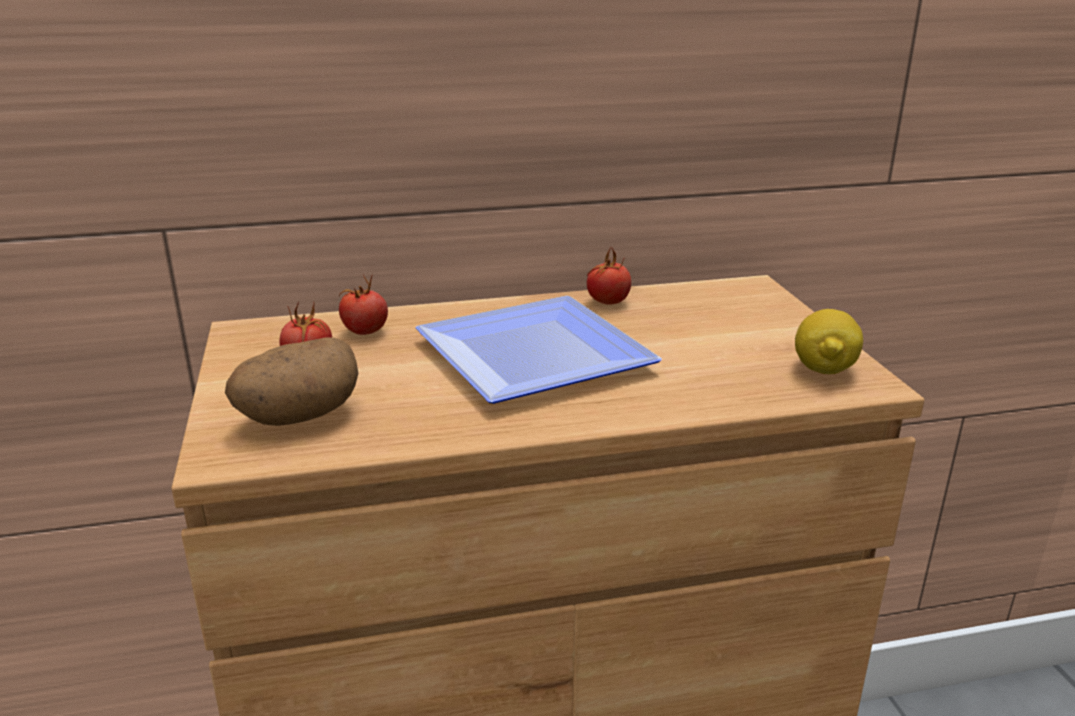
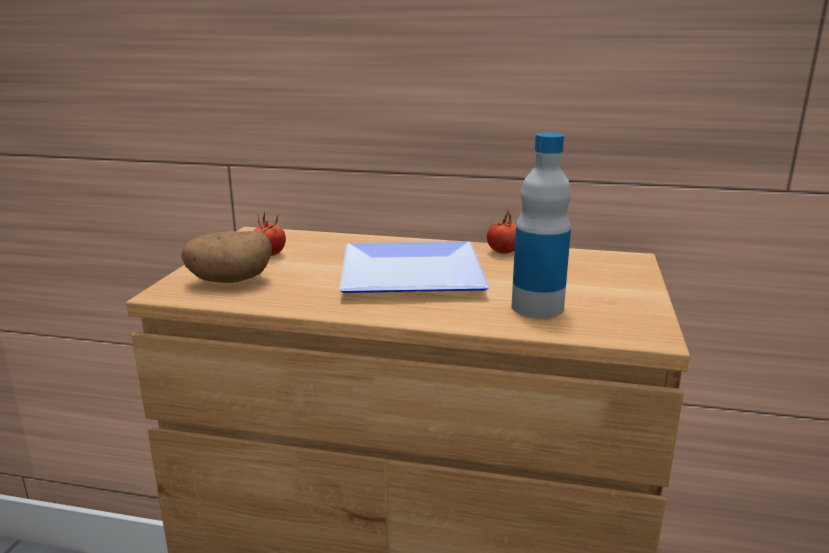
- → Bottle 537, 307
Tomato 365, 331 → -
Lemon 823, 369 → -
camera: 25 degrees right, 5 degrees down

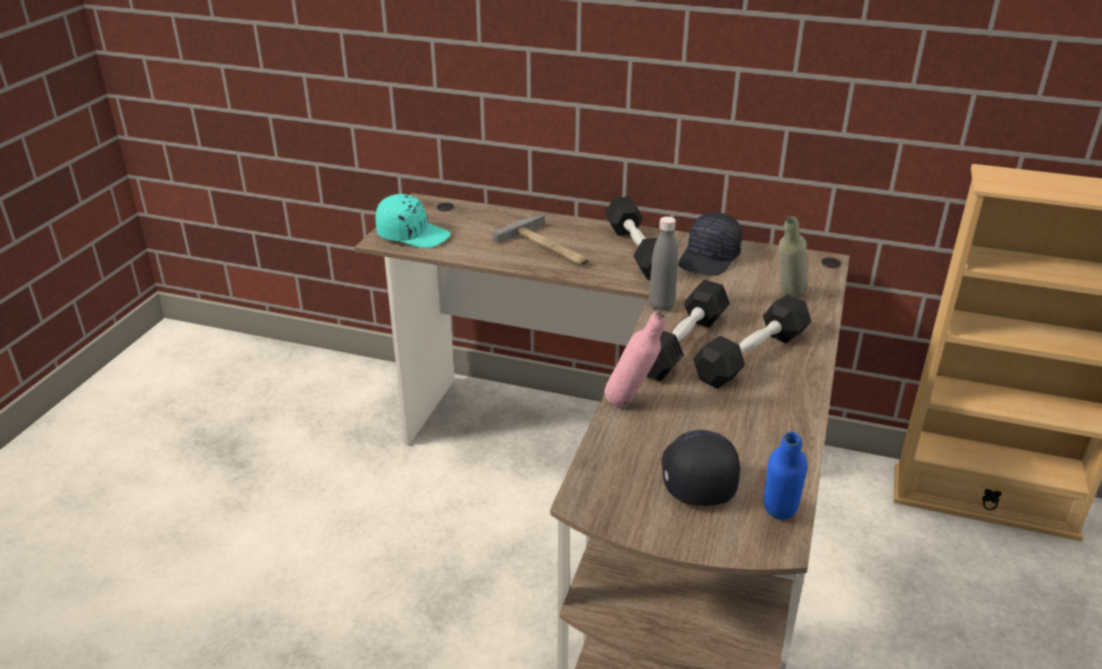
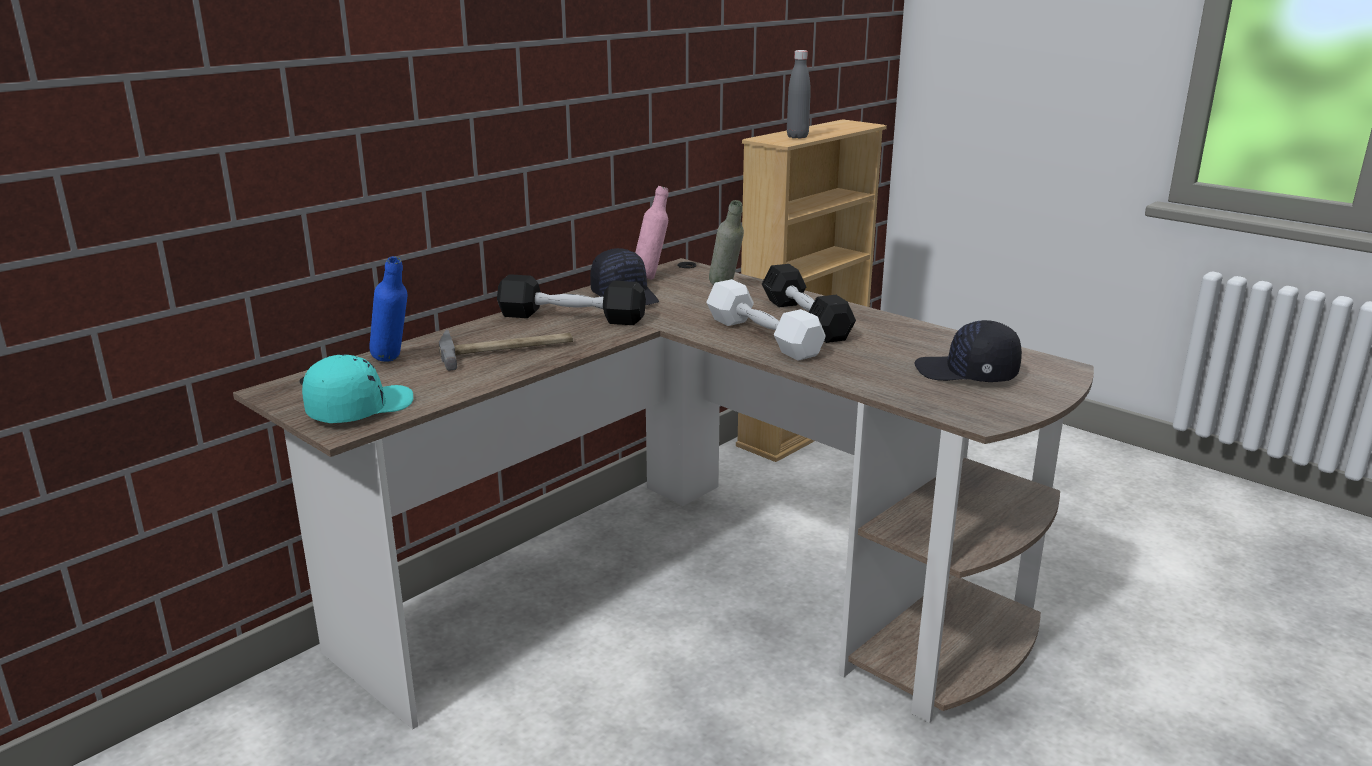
BlueBottle 777, 522 → BlueBottle 394, 362, move
PinkBottle 632, 404 → PinkBottle 651, 277, move
BlackDumbbell 682, 344 → WhiteDumbbell 763, 337
GreyBottle 661, 306 → GreyBottle 797, 137, move
camera: 65 degrees left, 10 degrees down

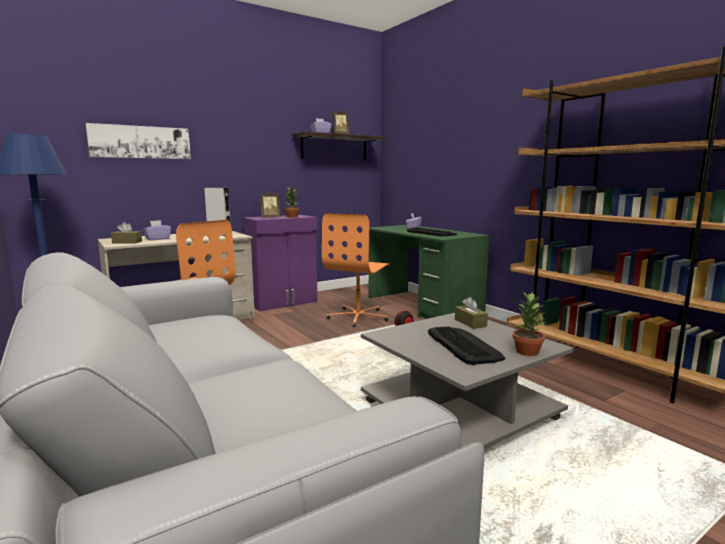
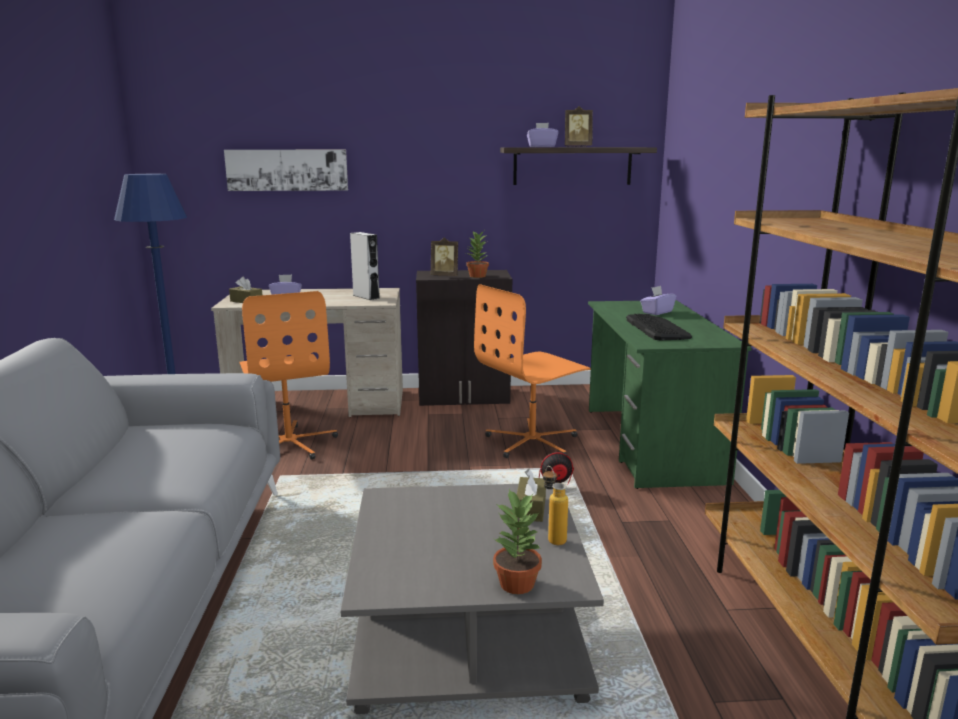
PurpleCabinet 283, 302 → BlackCabinet 464, 397
- → Bottle 553, 537
Keyboard 463, 345 → -
camera: 30 degrees right, 5 degrees up

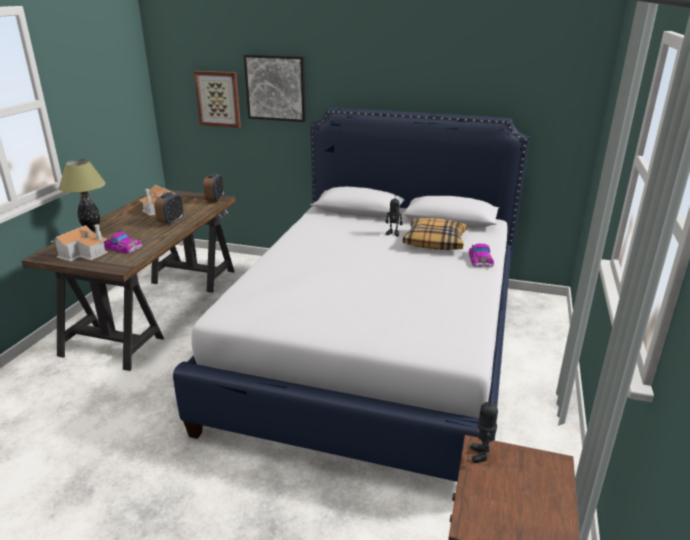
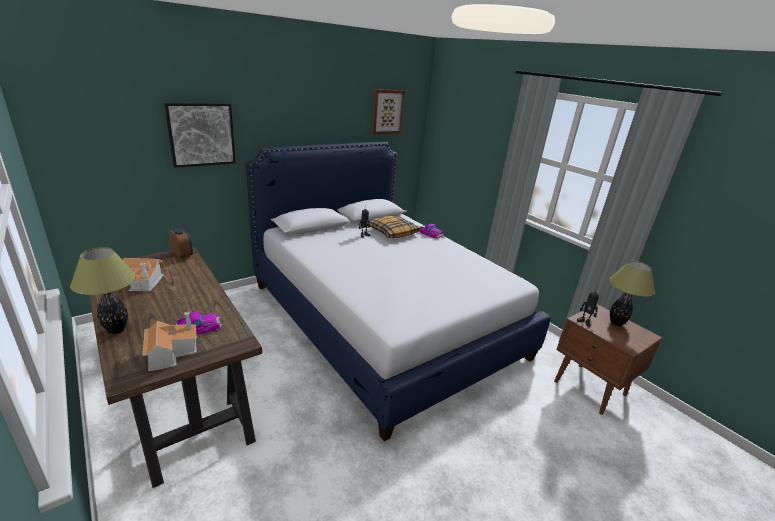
Picture 218, 99 → Picture 387, 112, move
- → TableLamp 616, 323
AlarmClock 171, 221 → -
camera: 55 degrees left, 0 degrees up

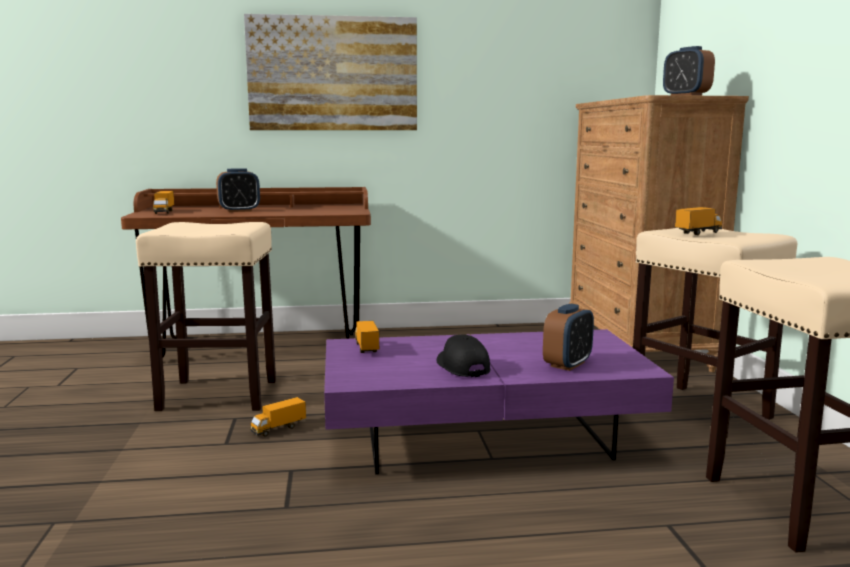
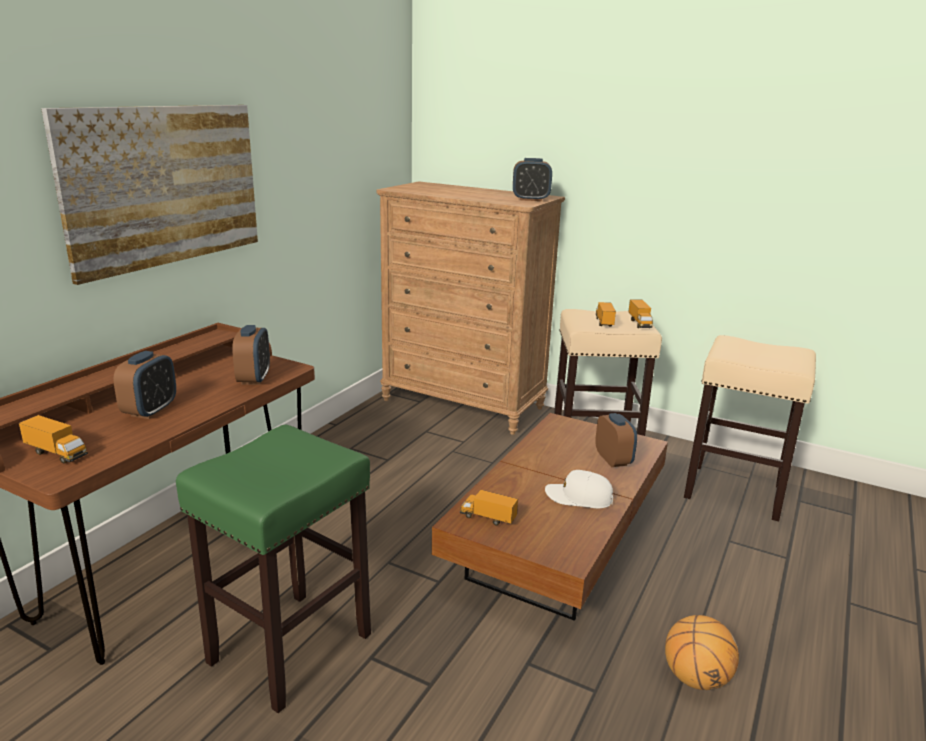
BeigeStool 217, 395 → GreenStool 289, 649
- → AlarmClock 254, 379
PurpleCoffeeTable 483, 439 → BrownCoffeeTable 558, 544
BlackCap 462, 366 → WhiteCap 578, 497
ToyTruck 278, 429 → ToyTruck 639, 323, move
- → Basketball 695, 678
camera: 55 degrees left, 10 degrees up

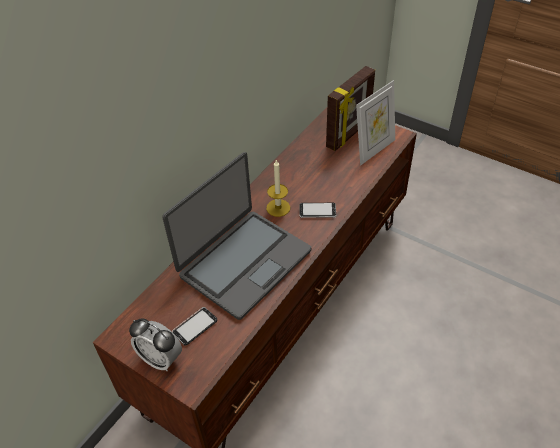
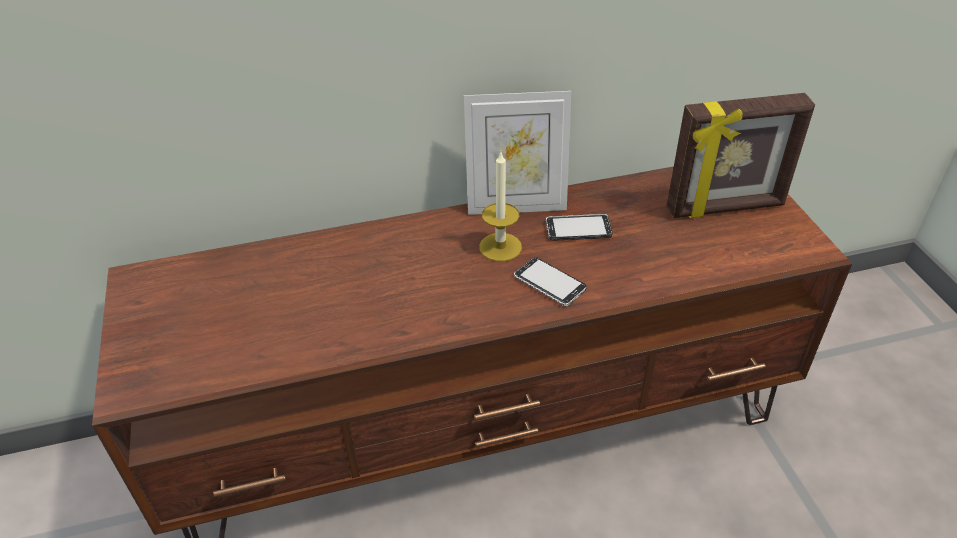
PictureFrame 373, 149 → PictureFrame 516, 206, move
Phone 195, 327 → Phone 578, 229, move
AlarmClock 161, 359 → -
Laptop 244, 262 → -
camera: 40 degrees right, 5 degrees down

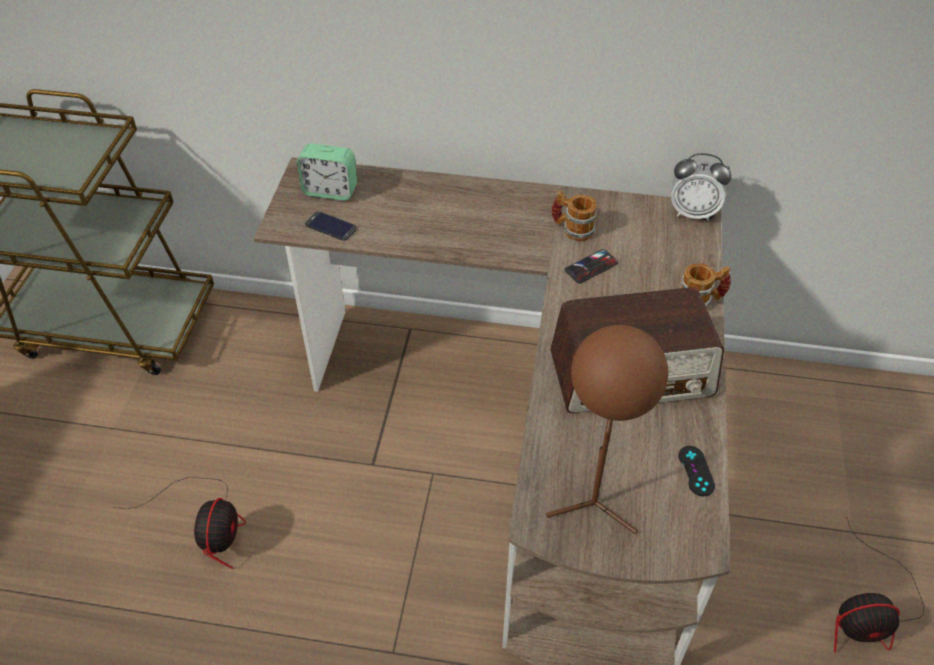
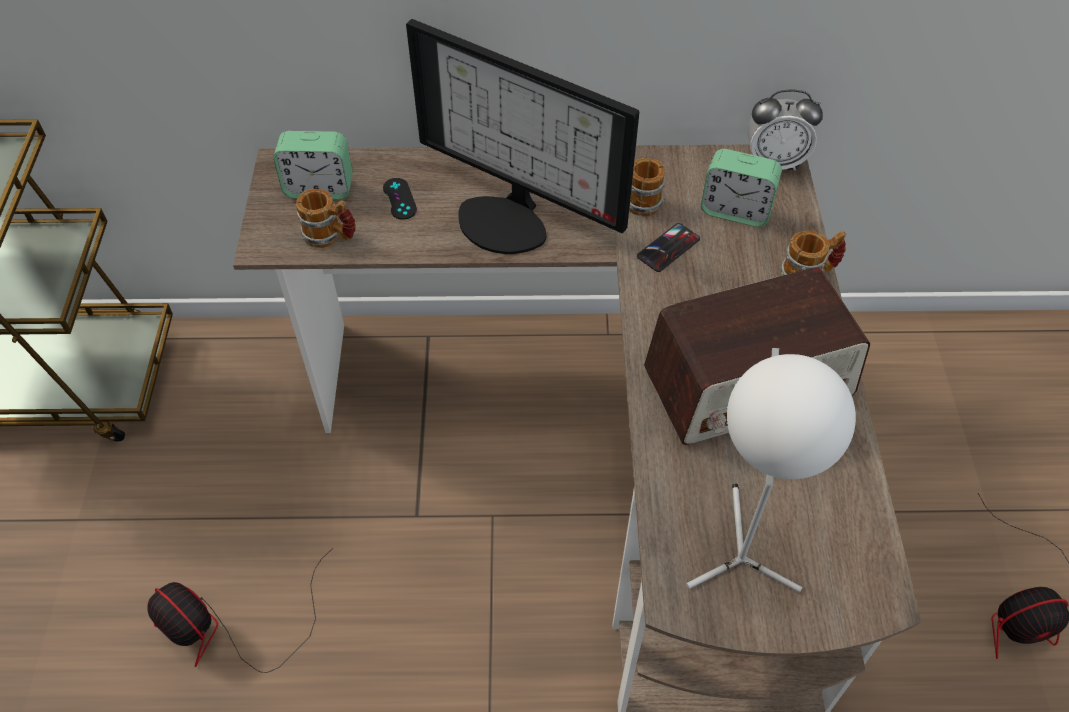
Fan 209, 526 → Fan 228, 628, 135 degrees clockwise
Phone 330, 226 → Mug 330, 236
BlackGameController 696, 471 → BlackGameController 399, 199, move
- → Monitor 508, 219
BrownTableLamp 595, 495 → WhiteTableLamp 739, 549
- → AlarmClock 735, 210
camera: 10 degrees left, 5 degrees up

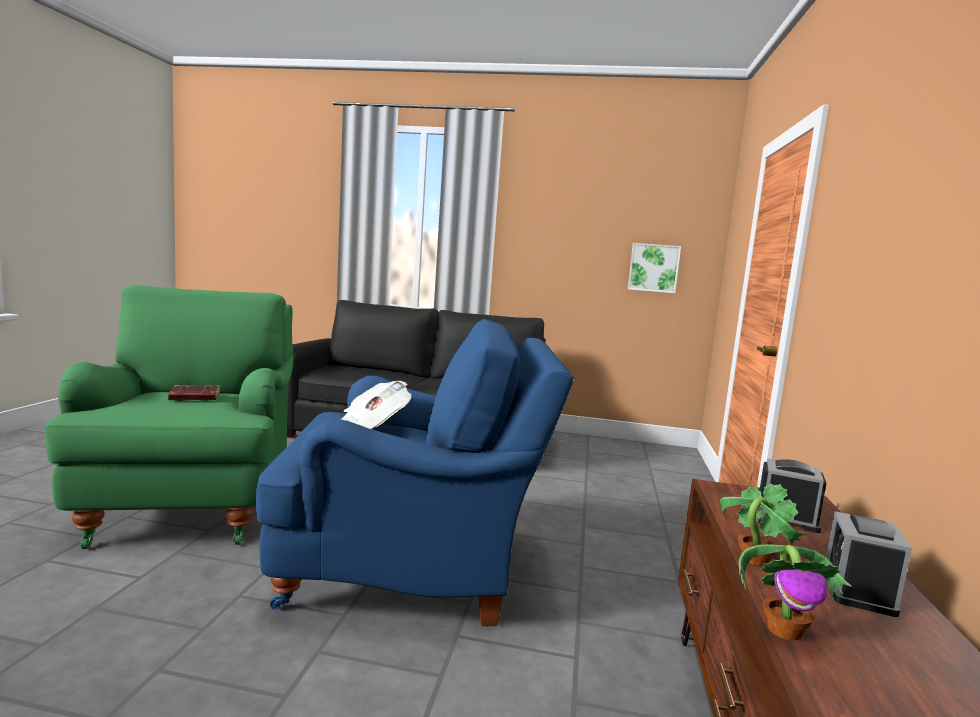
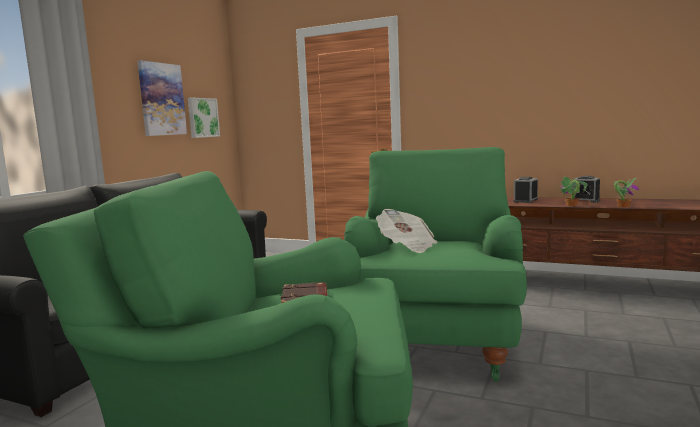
- → Picture 162, 99
BlueArmchair 411, 572 → GreenArmchair 435, 338
camera: 75 degrees left, 0 degrees up

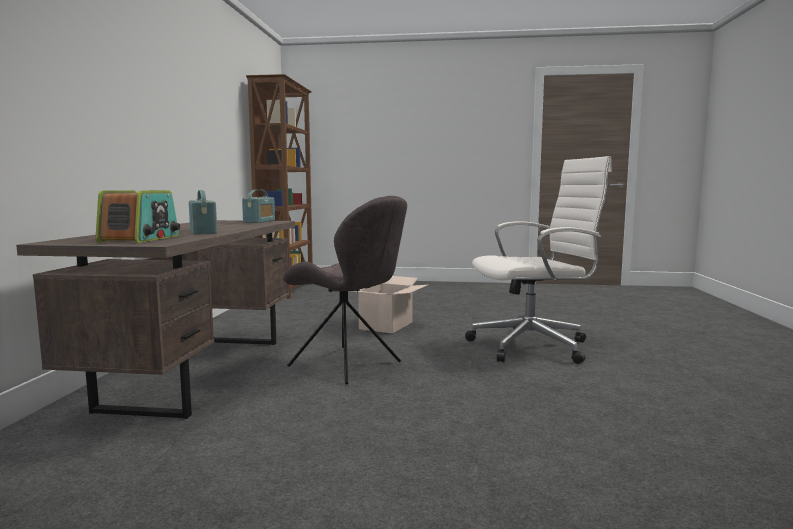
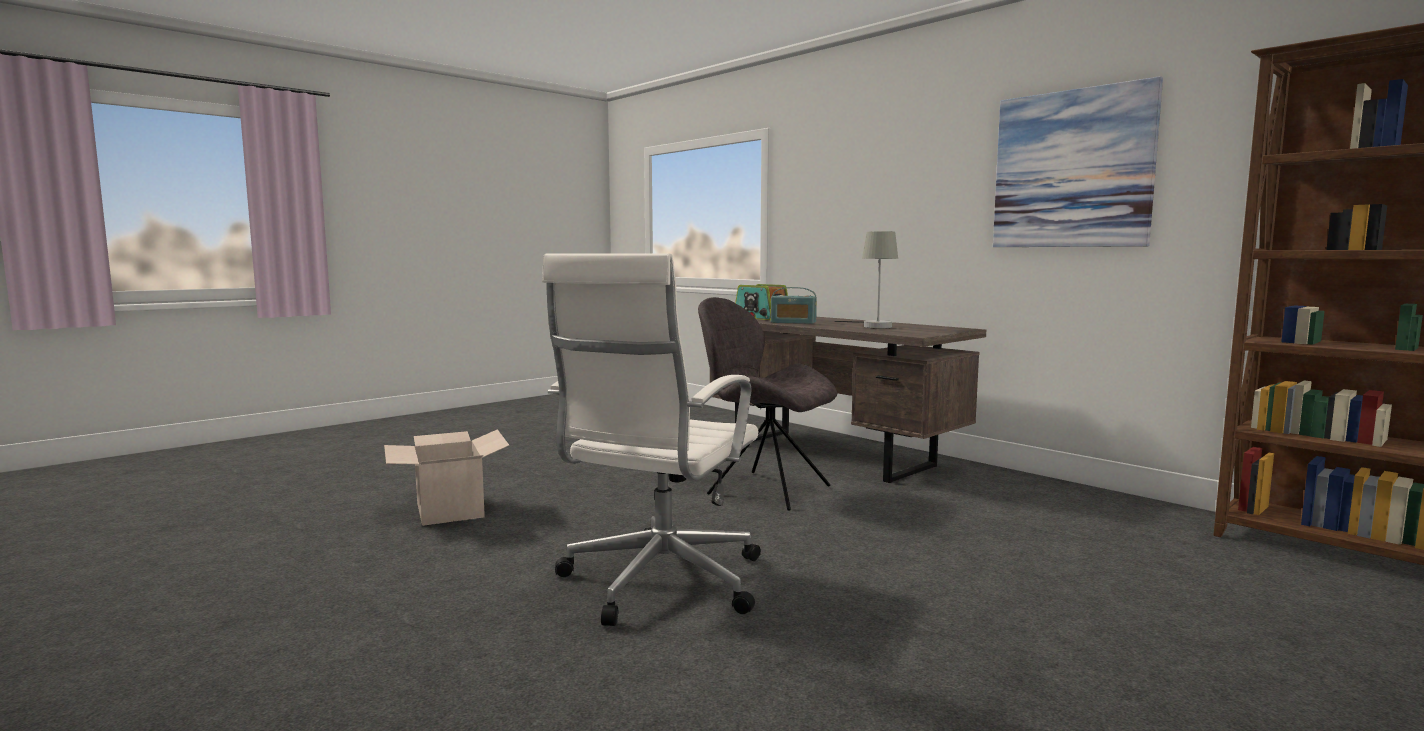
CardboardBox 385, 325 → CardboardBox 450, 510, move
GreyChair 347, 365 → GreyChair 765, 489, 45 degrees clockwise
- → GreyTableLamp 873, 326
- → Picture 1072, 169
Radio 259, 221 → -
camera: 130 degrees right, 0 degrees up

